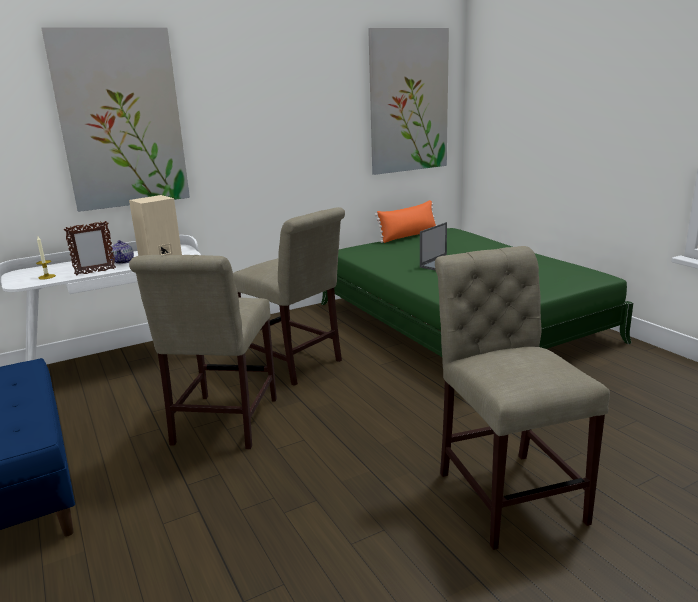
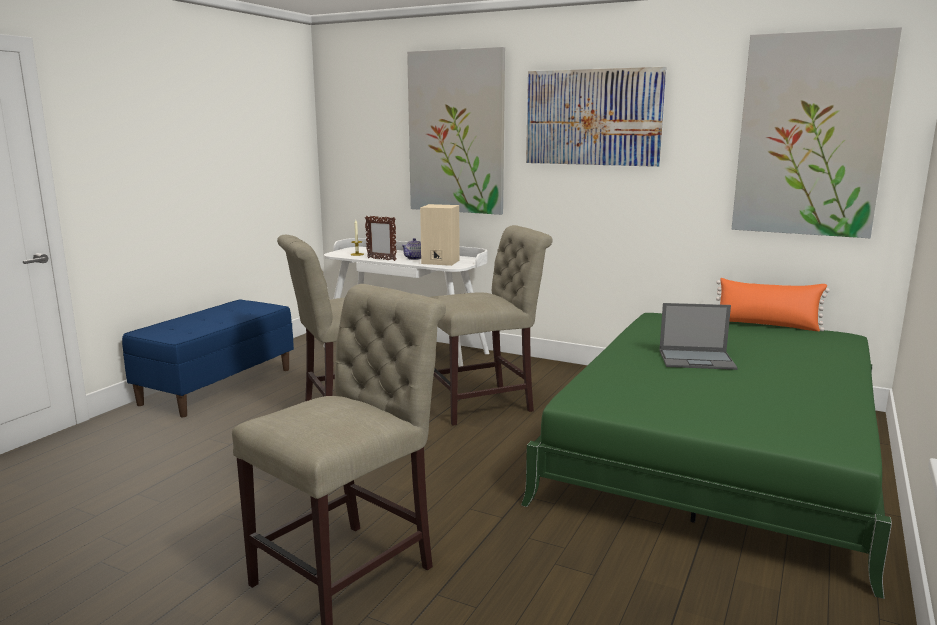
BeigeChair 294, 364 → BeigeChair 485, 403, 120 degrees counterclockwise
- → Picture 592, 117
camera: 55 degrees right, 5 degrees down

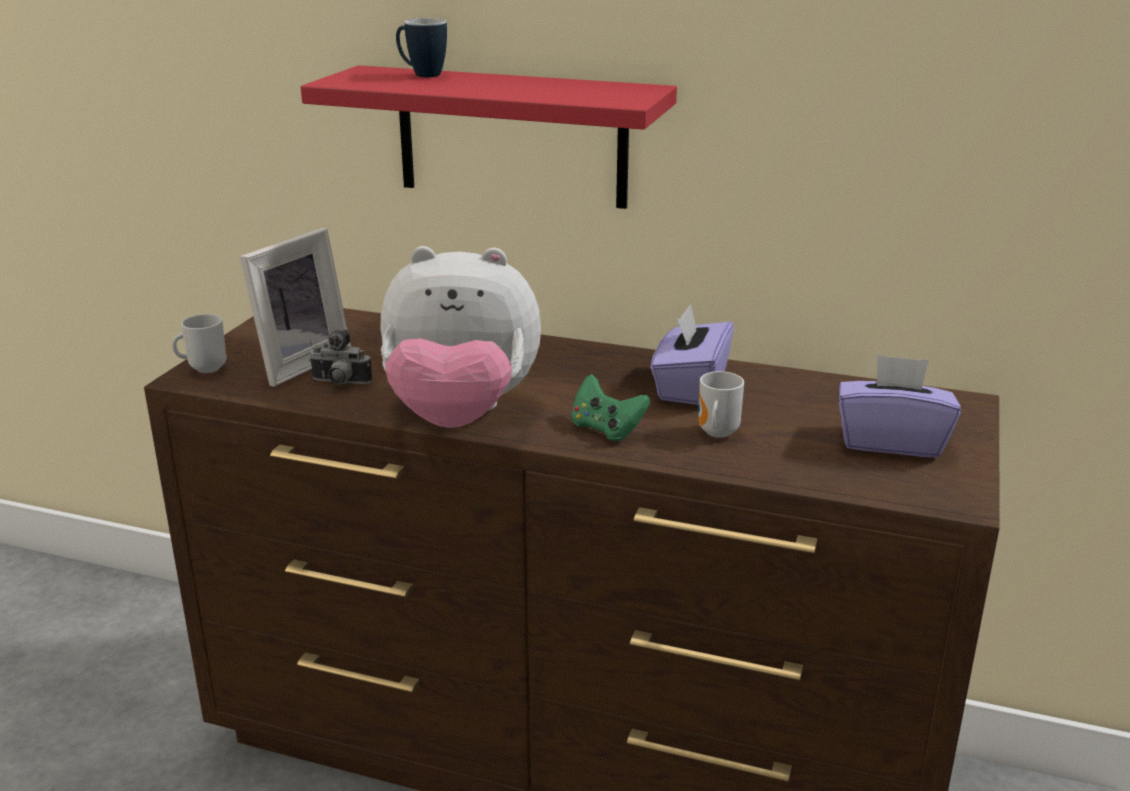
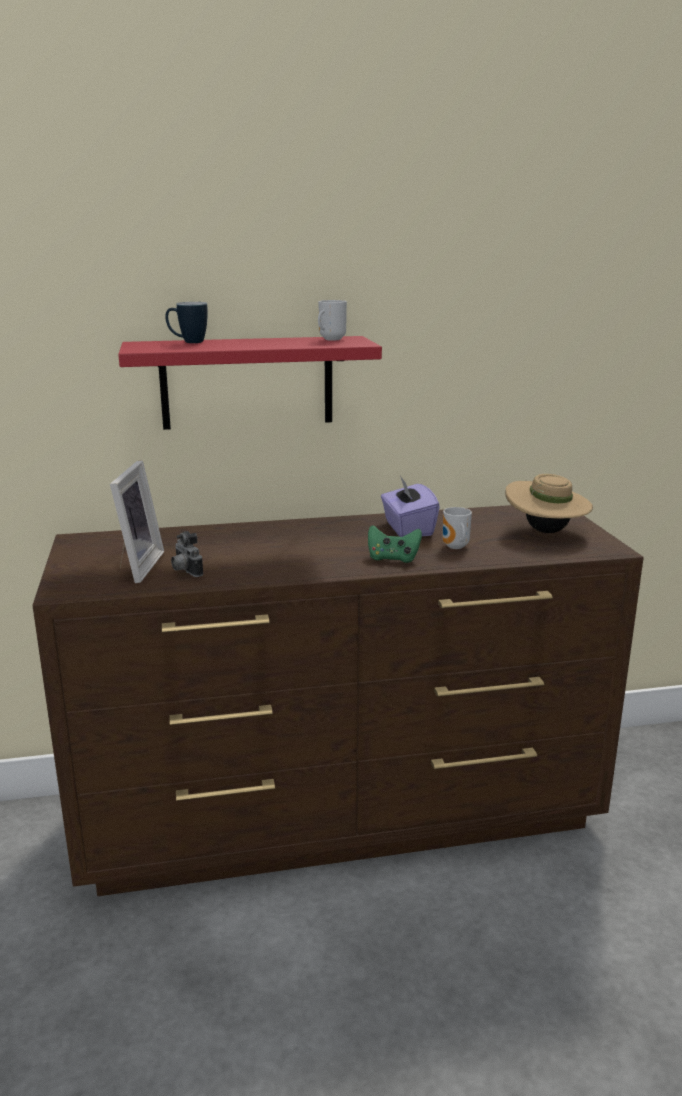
PhotoCamera 340, 383 → PhotoCamera 185, 571, 75 degrees clockwise
Mug 205, 368 → Mug 330, 339, move
PurpleTissueBox 891, 441 → BeigeHat 545, 531
PlushToy 460, 416 → -
camera: 30 degrees left, 5 degrees down

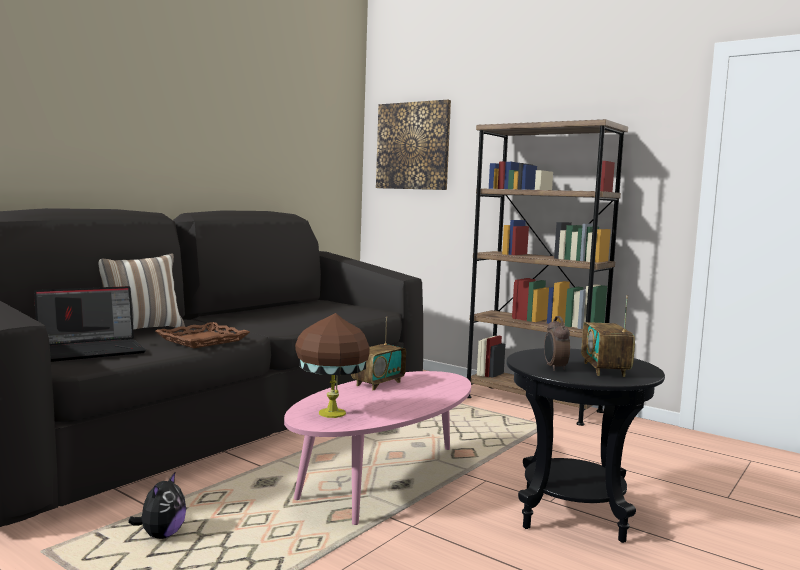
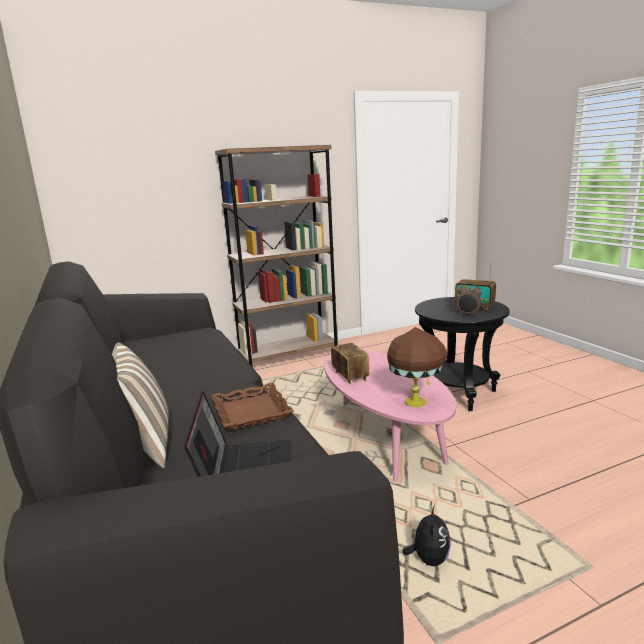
PlushToy 161, 535 → PlushToy 429, 559, 60 degrees clockwise
Picture 413, 146 → -
camera: 60 degrees left, 10 degrees up

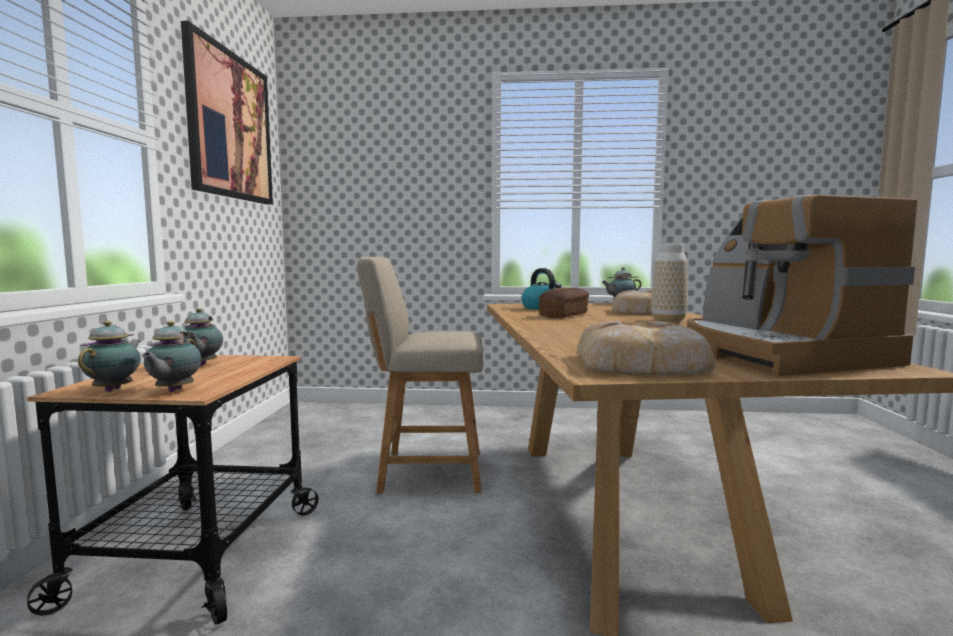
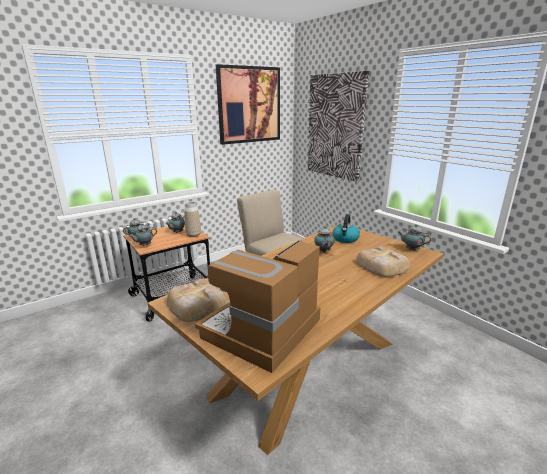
Vase 668, 320 → Vase 193, 235, move
- → Picture 335, 126
Bread 564, 315 → Teapot 323, 252
camera: 50 degrees right, 15 degrees up

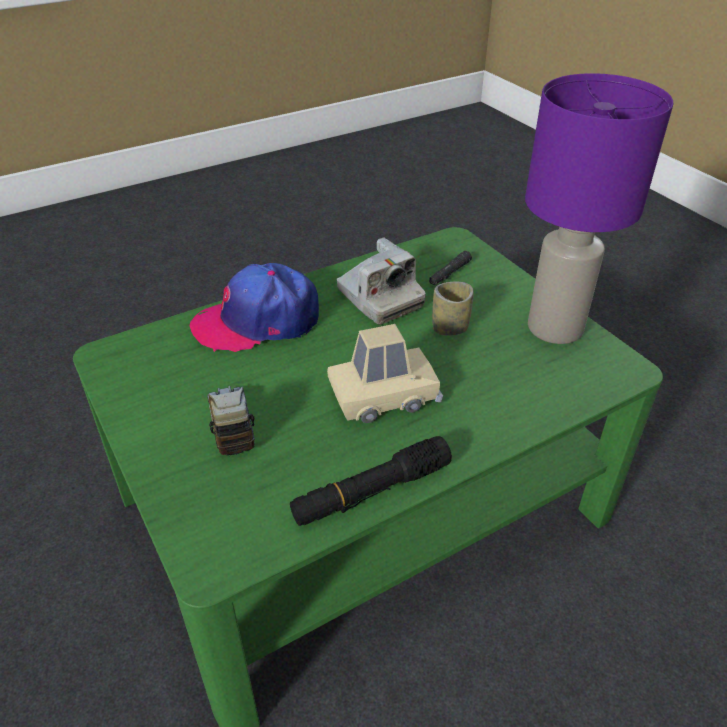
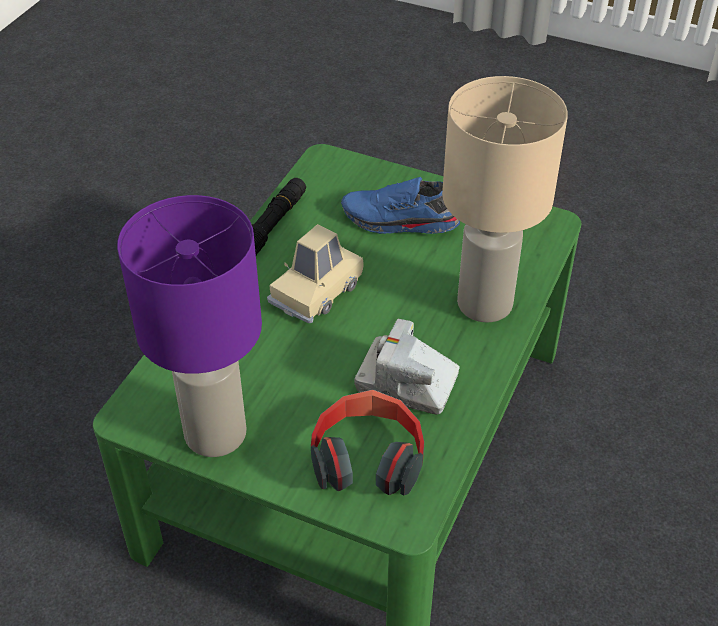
BlackFlashlight 450, 273 → Headphones 367, 457
ToyTruck 231, 426 → BlueShoe 399, 222
Cap 258, 321 → BeigeTableLamp 483, 304
Cup 450, 328 → -
camera: 145 degrees right, 5 degrees up

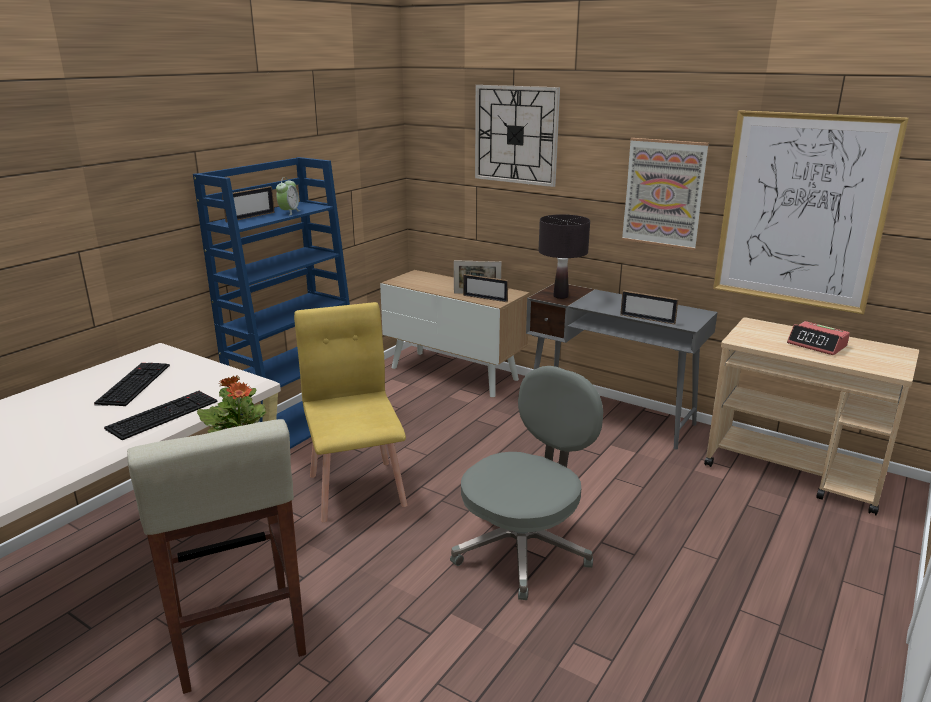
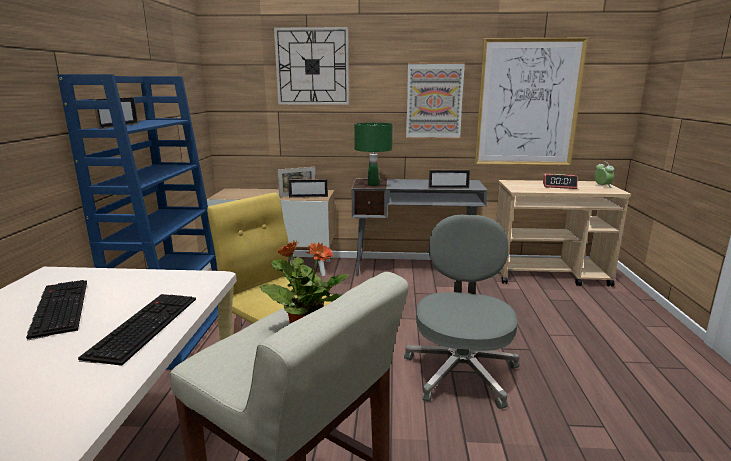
BlackTableLamp 560, 296 → GreenTableLamp 373, 184
AlarmClock 289, 212 → AlarmClock 602, 186, move
camera: 30 degrees left, 5 degrees down

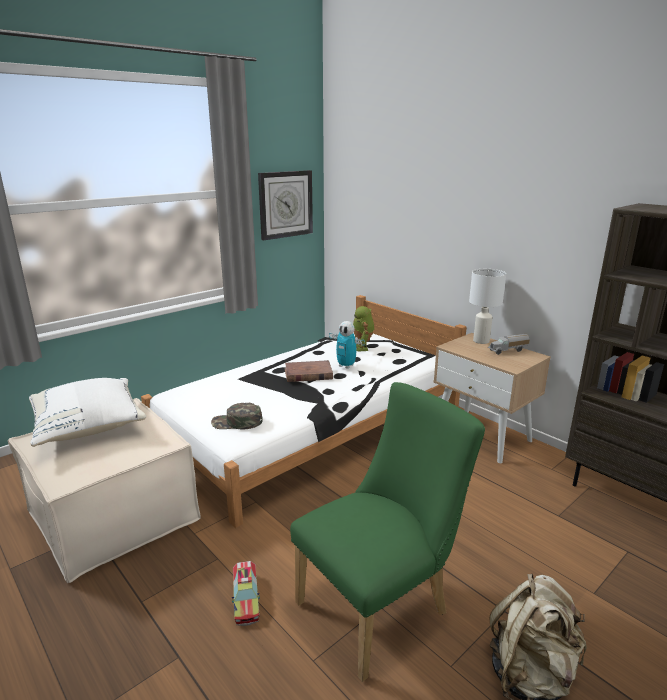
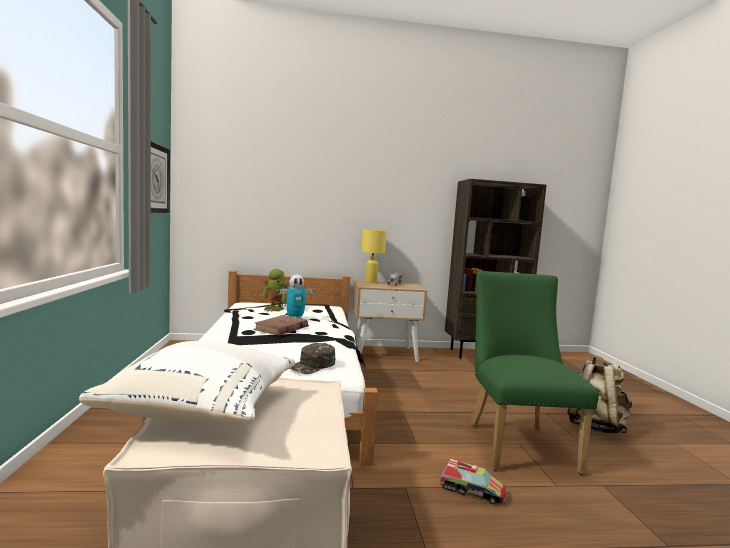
WhiteTableLamp 481, 341 → YellowTableLamp 371, 282
camera: 55 degrees left, 15 degrees down

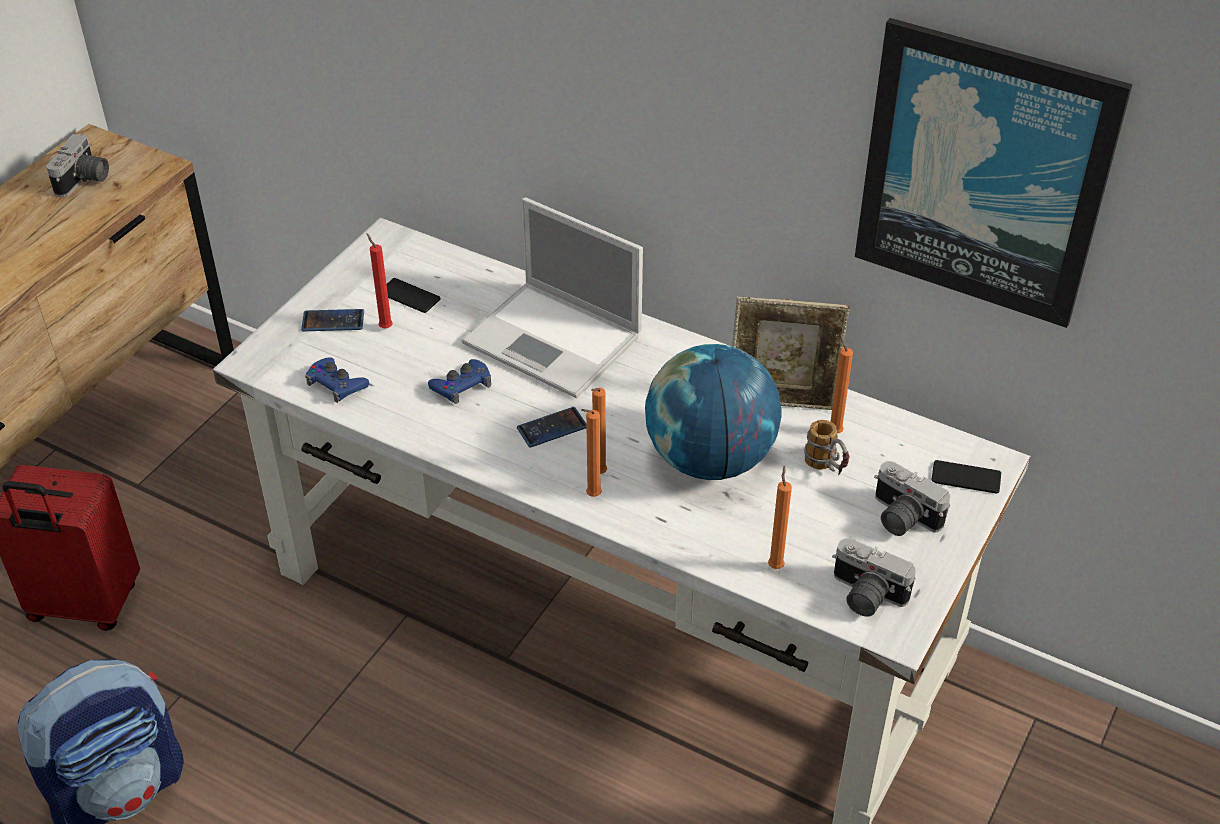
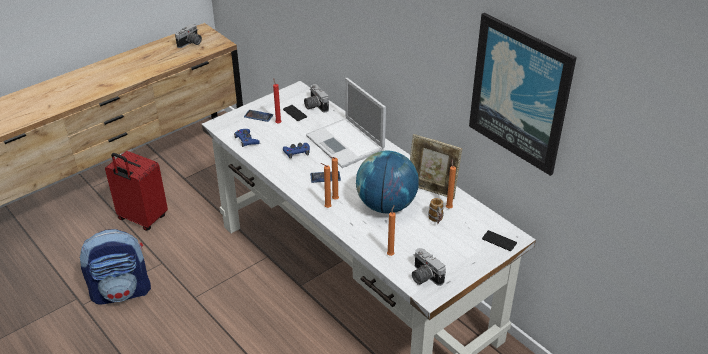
PhotoCamera 900, 518 → PhotoCamera 314, 106, move
camera: 20 degrees right, 5 degrees down

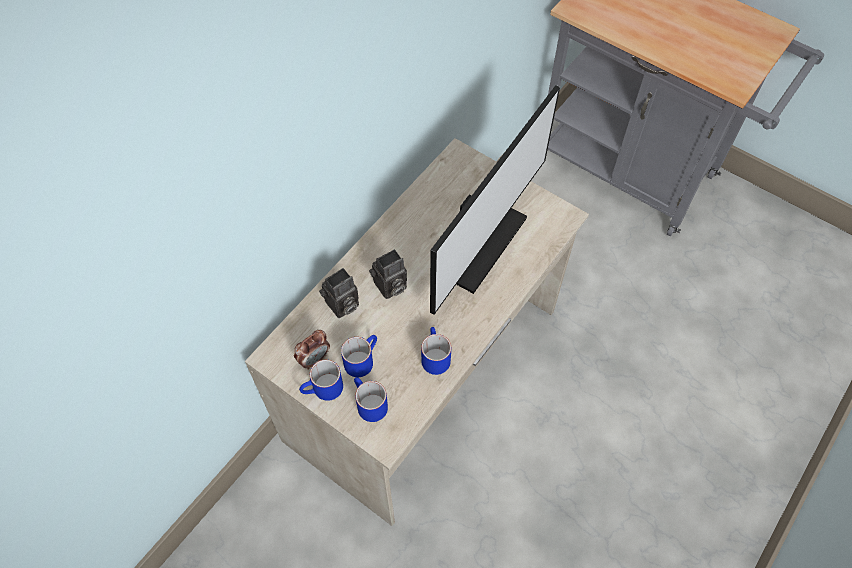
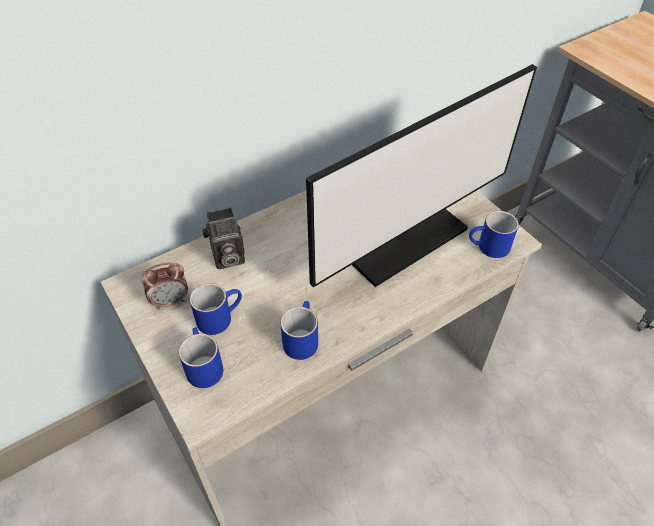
BlueMug 323, 390 → BlueMug 488, 248, move
PhotoCamera 389, 287 → -
camera: 20 degrees right, 10 degrees down

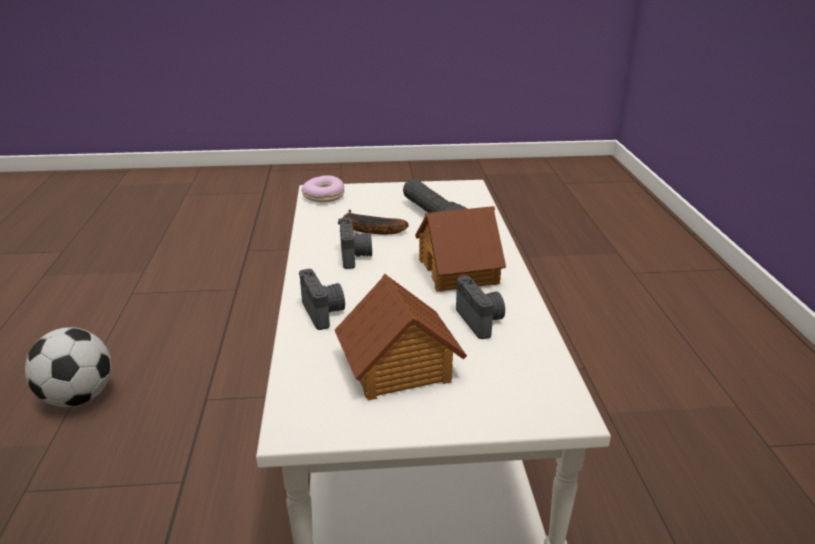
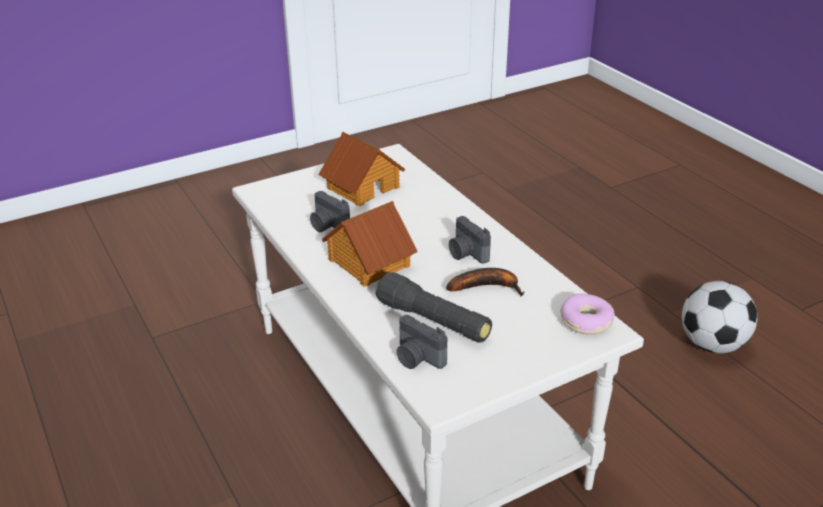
PhotoCamera 324, 312 → PhotoCamera 417, 358, move
camera: 155 degrees right, 5 degrees up

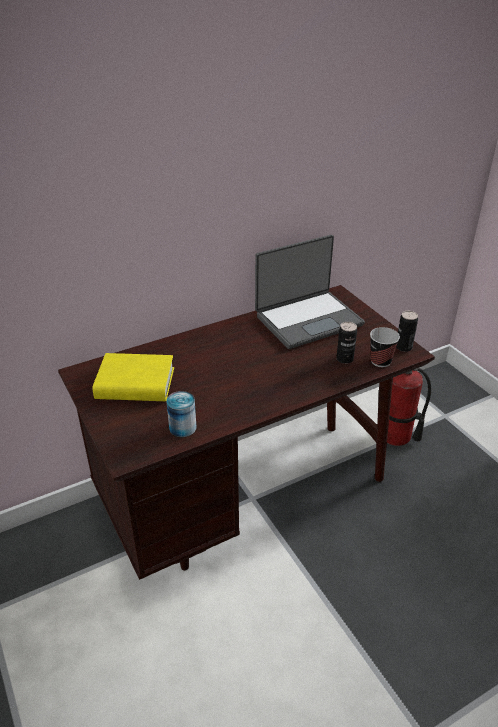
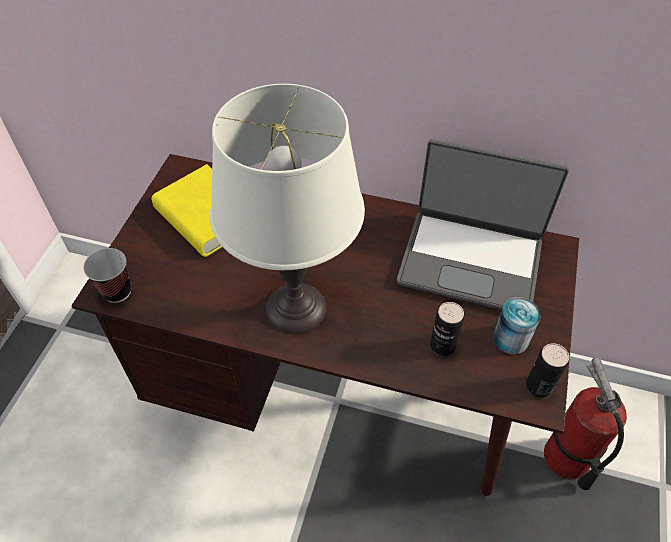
Cup 380, 361 → Cup 117, 291, move
- → WhiteTableLamp 295, 308
Can 182, 427 → Can 510, 339, move
camera: 45 degrees right, 15 degrees up

